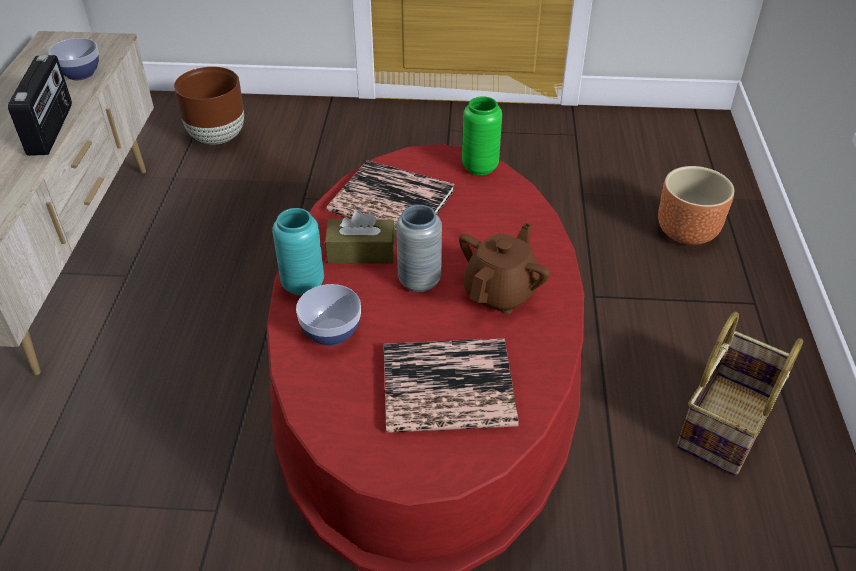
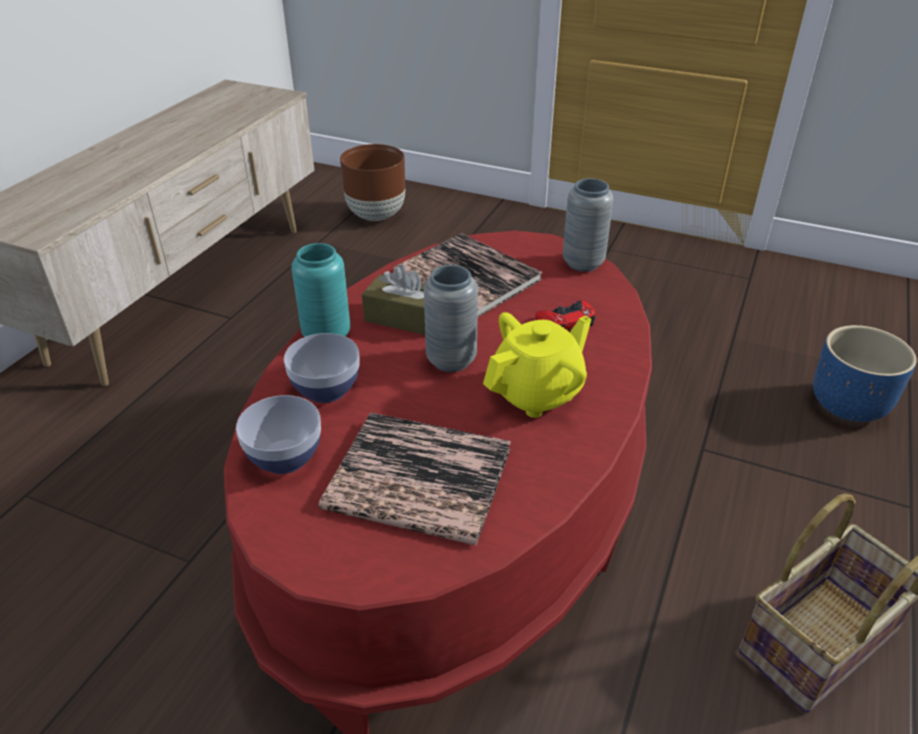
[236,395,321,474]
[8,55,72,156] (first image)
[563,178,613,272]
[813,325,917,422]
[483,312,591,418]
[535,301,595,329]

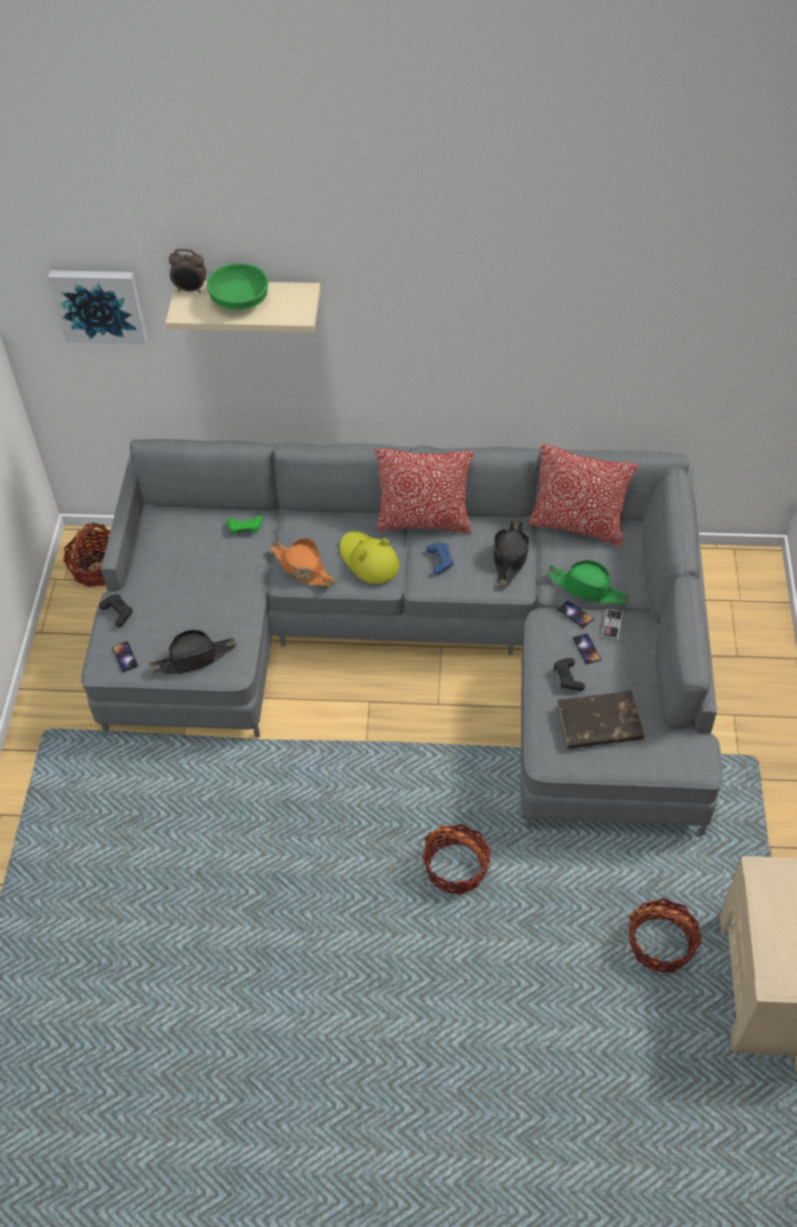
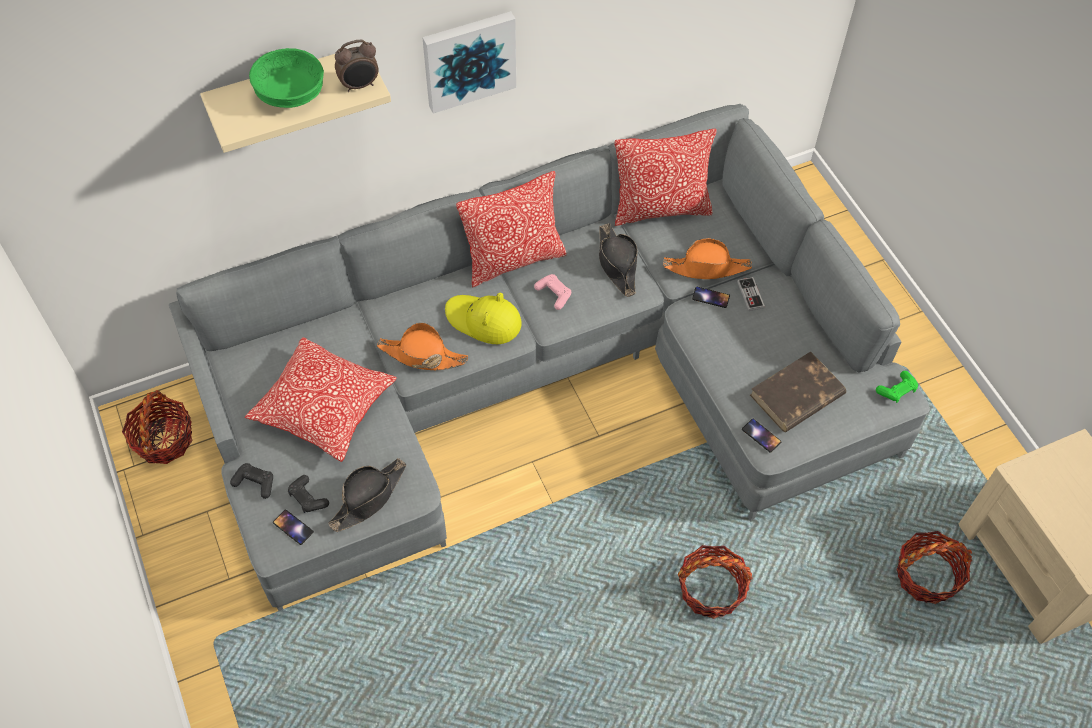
[335,40,379,92]
[422,11,516,114]
[876,371,918,403]
[534,274,571,310]
[663,238,752,279]
[742,419,781,453]
[288,475,329,513]
[245,337,397,462]

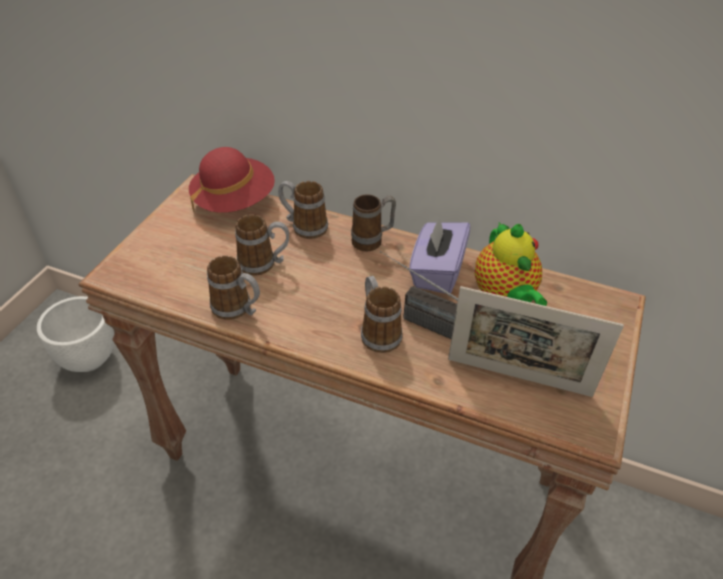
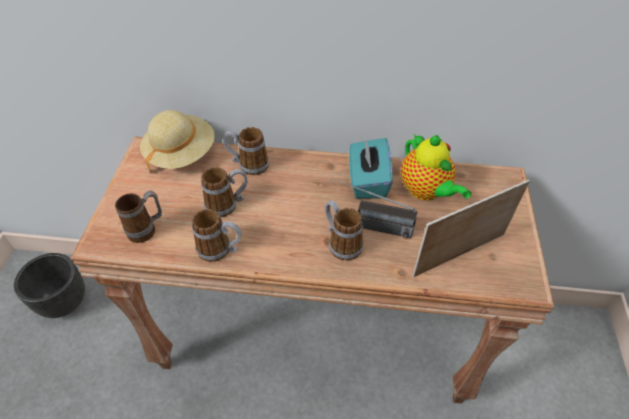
[140,110,215,172]
[115,191,162,243]
[349,138,393,199]
[412,179,530,277]
[14,253,85,318]

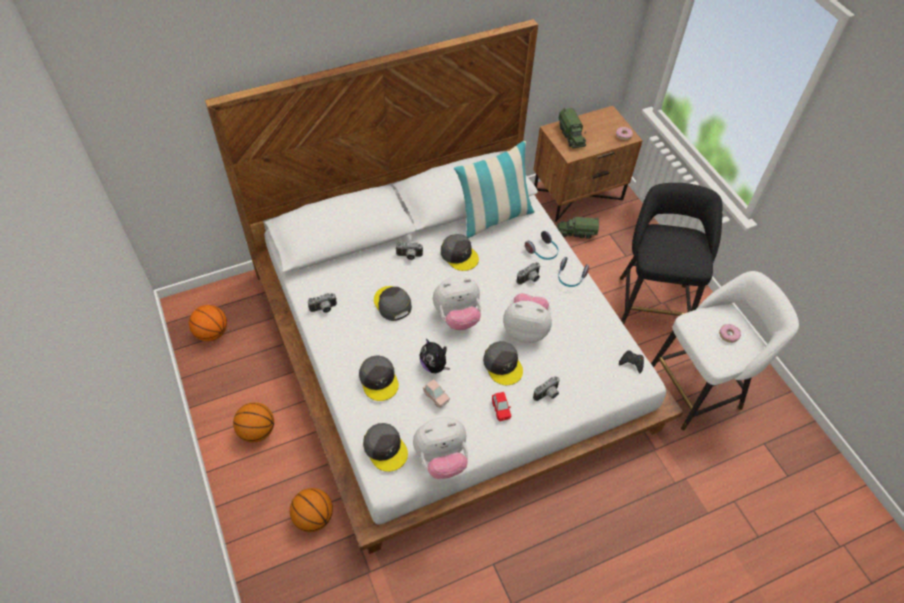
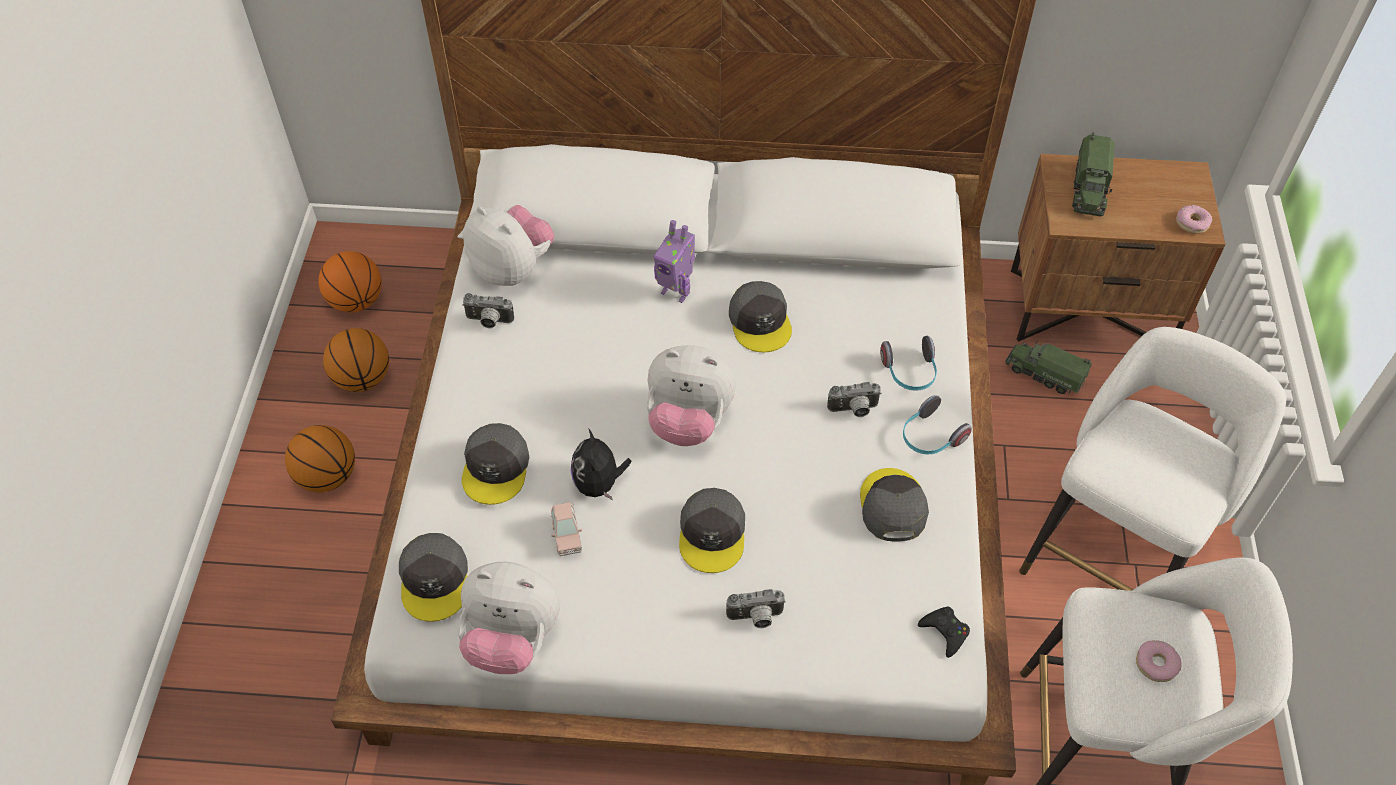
[454,141,535,238] (first image)
[1019,327,1286,591]
[654,220,695,303]
[860,468,929,542]
[463,205,555,286]
[492,392,511,421] (first image)
[323,328,389,392]

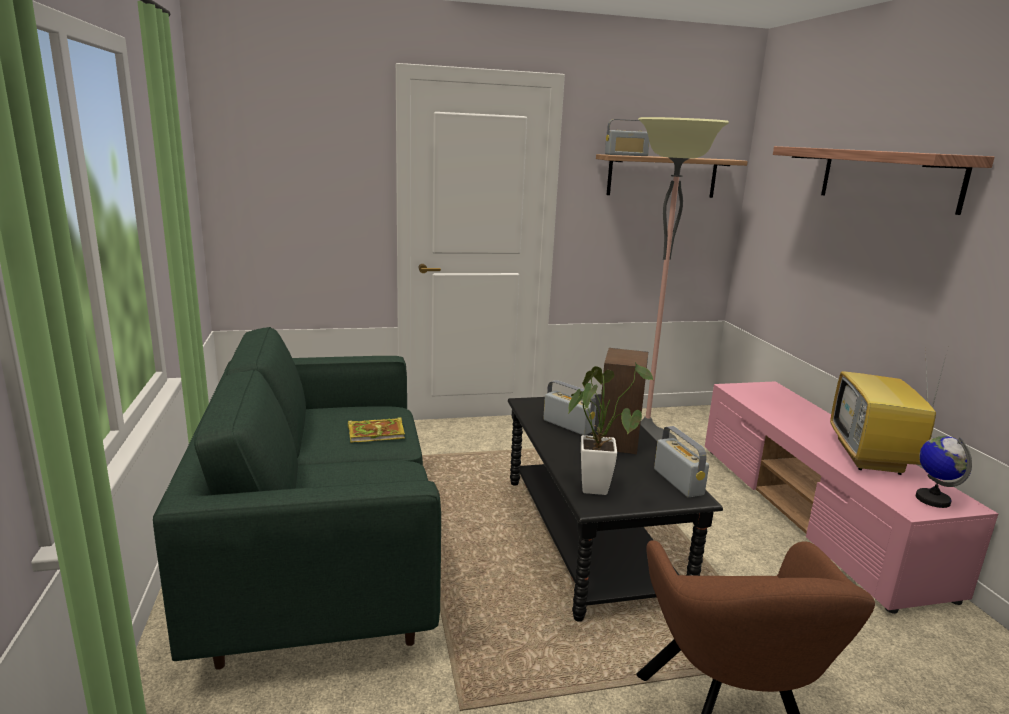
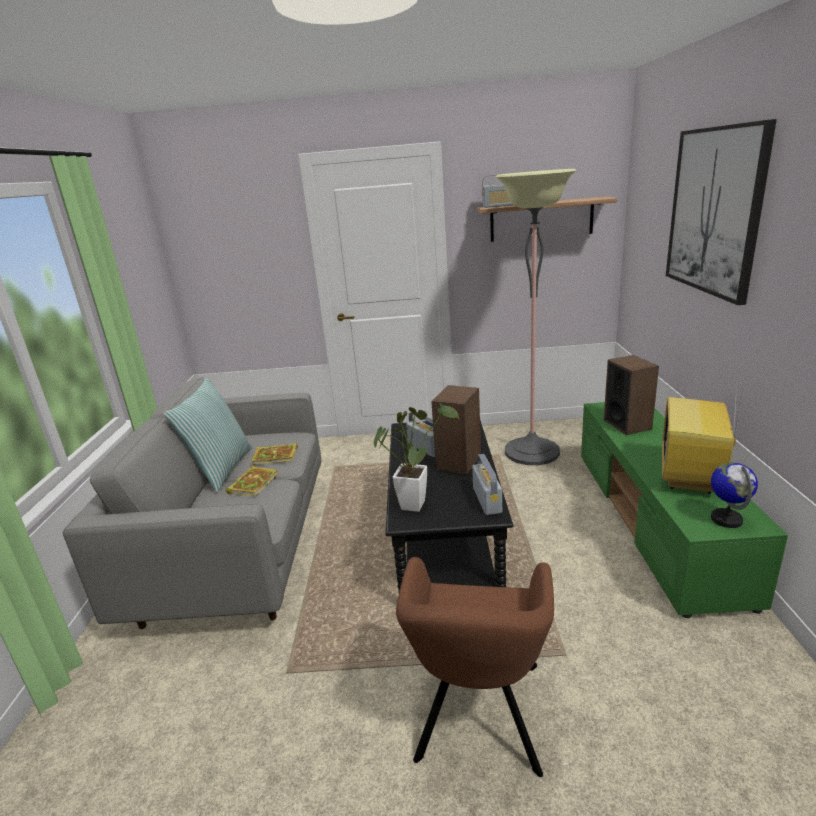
[666,119,777,305]
[62,377,321,629]
[581,402,788,618]
[604,355,659,435]
[163,377,252,493]
[226,465,278,496]

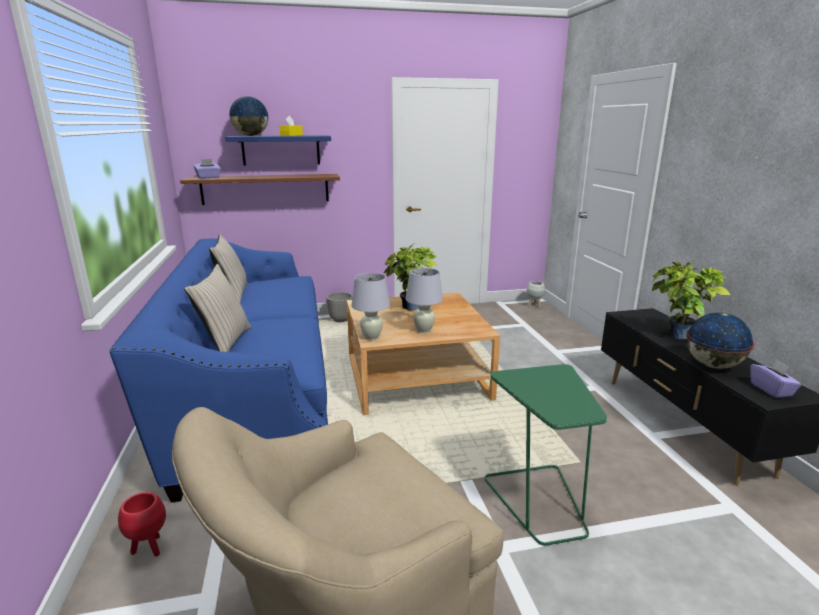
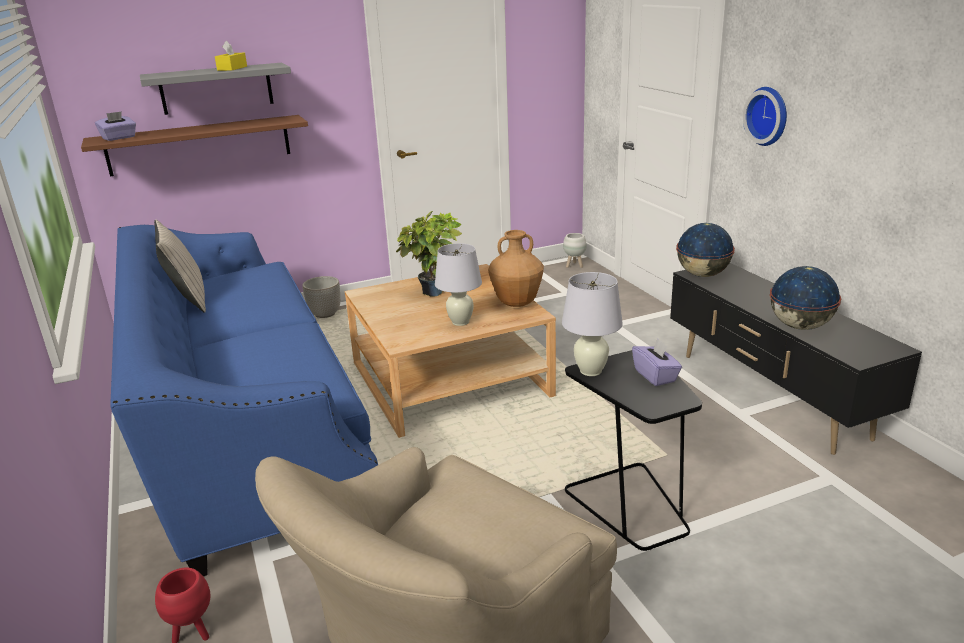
[676,223,735,277]
[140,63,291,115]
[652,261,731,339] (first image)
[184,264,251,352] (first image)
[562,272,623,376]
[632,338,682,386]
[565,350,702,551]
[743,87,787,146]
[488,230,544,307]

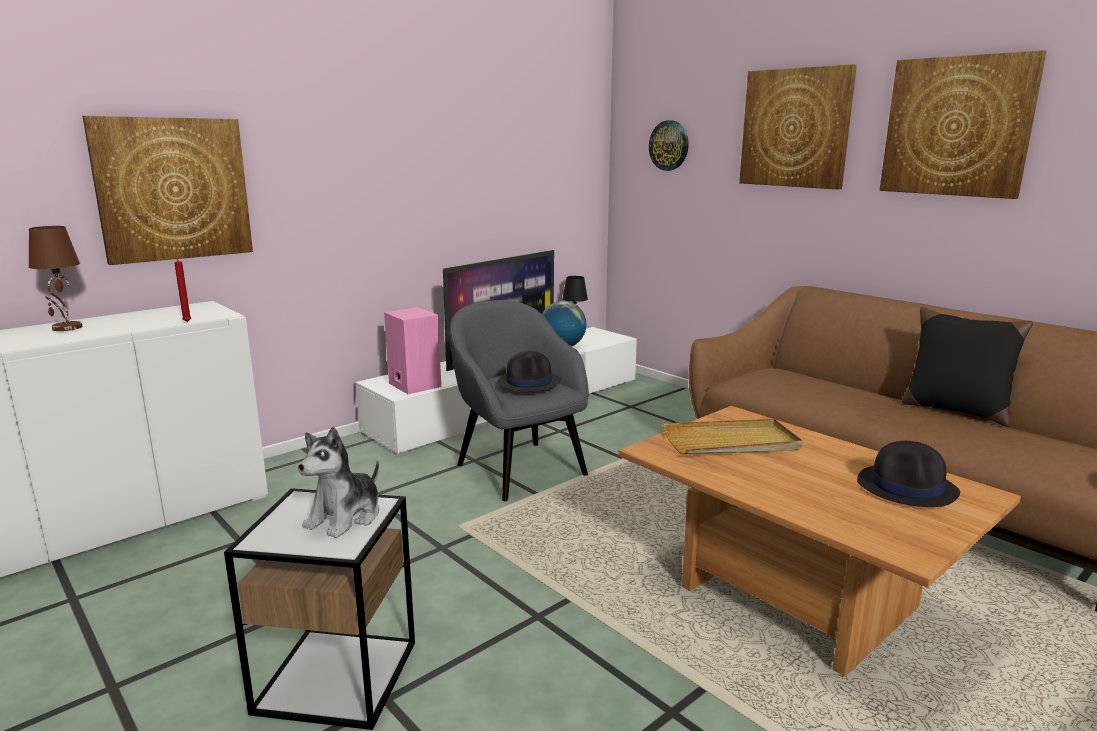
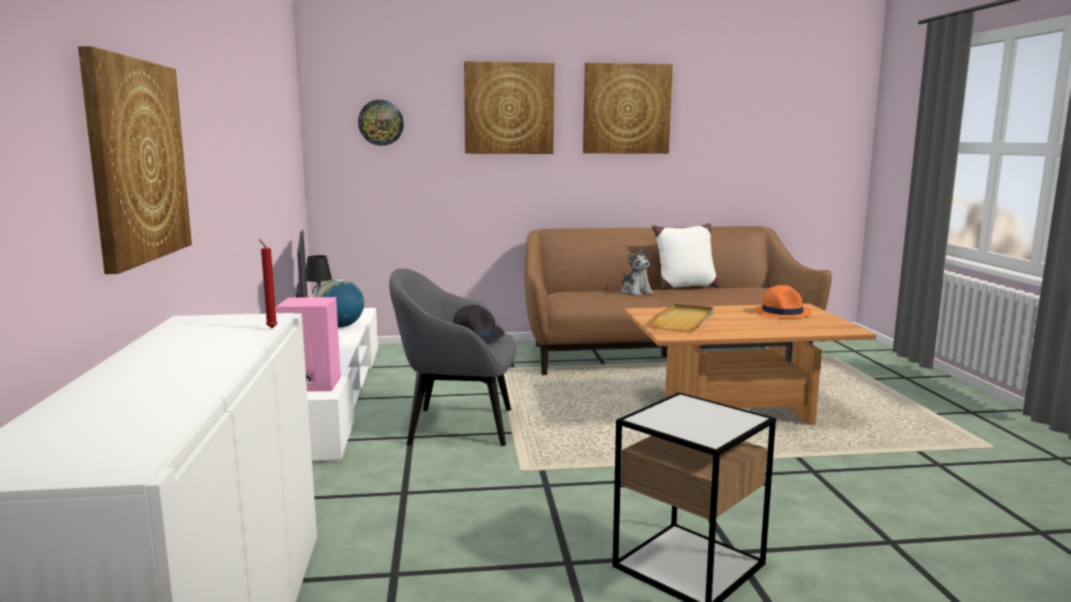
[29,226,83,331] (first image)
[652,223,719,290]
[621,247,654,296]
[754,285,812,318]

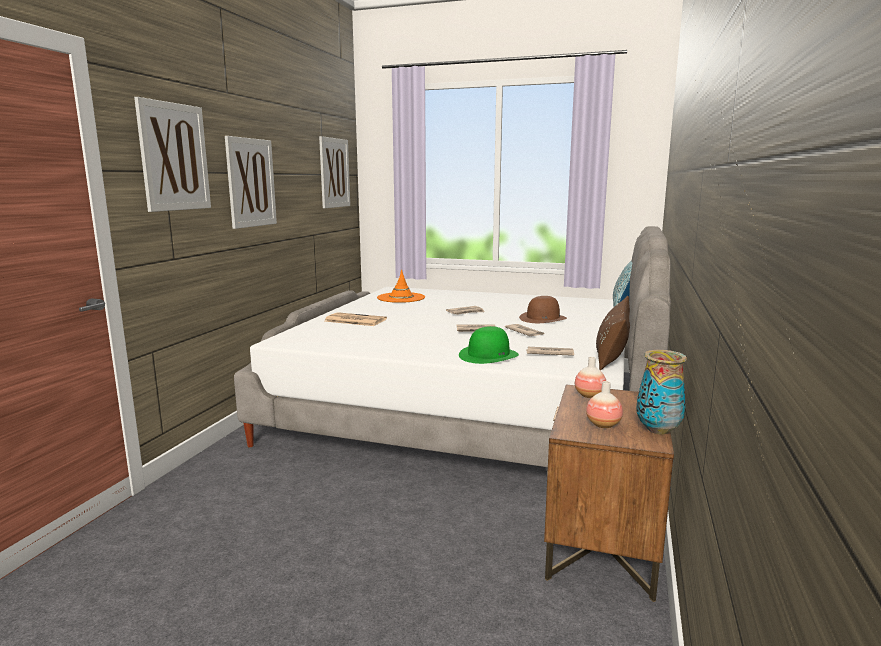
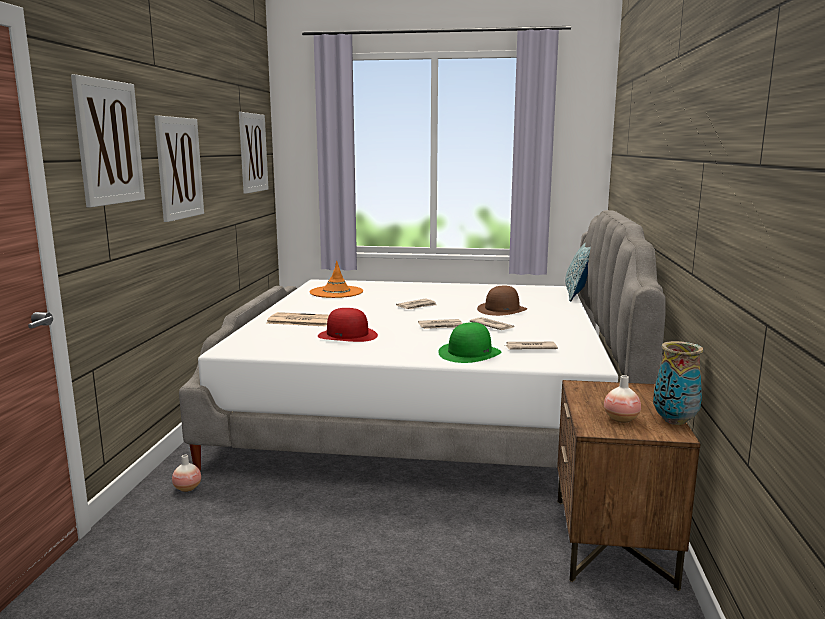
[596,296,630,370] (first image)
[172,455,201,492]
[318,308,378,342]

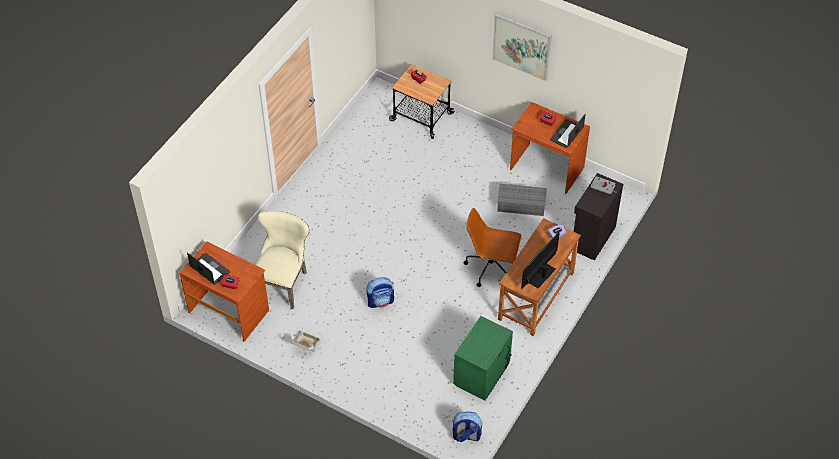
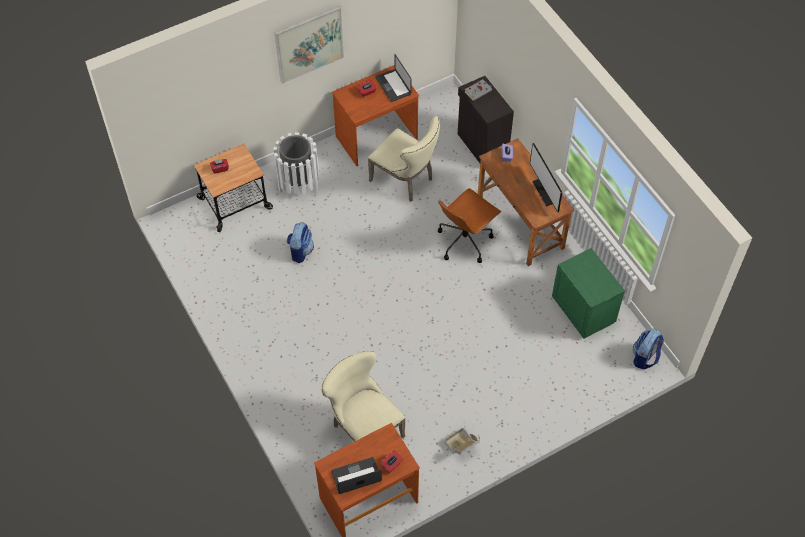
[368,116,440,202]
[287,222,314,263]
[274,132,319,195]

